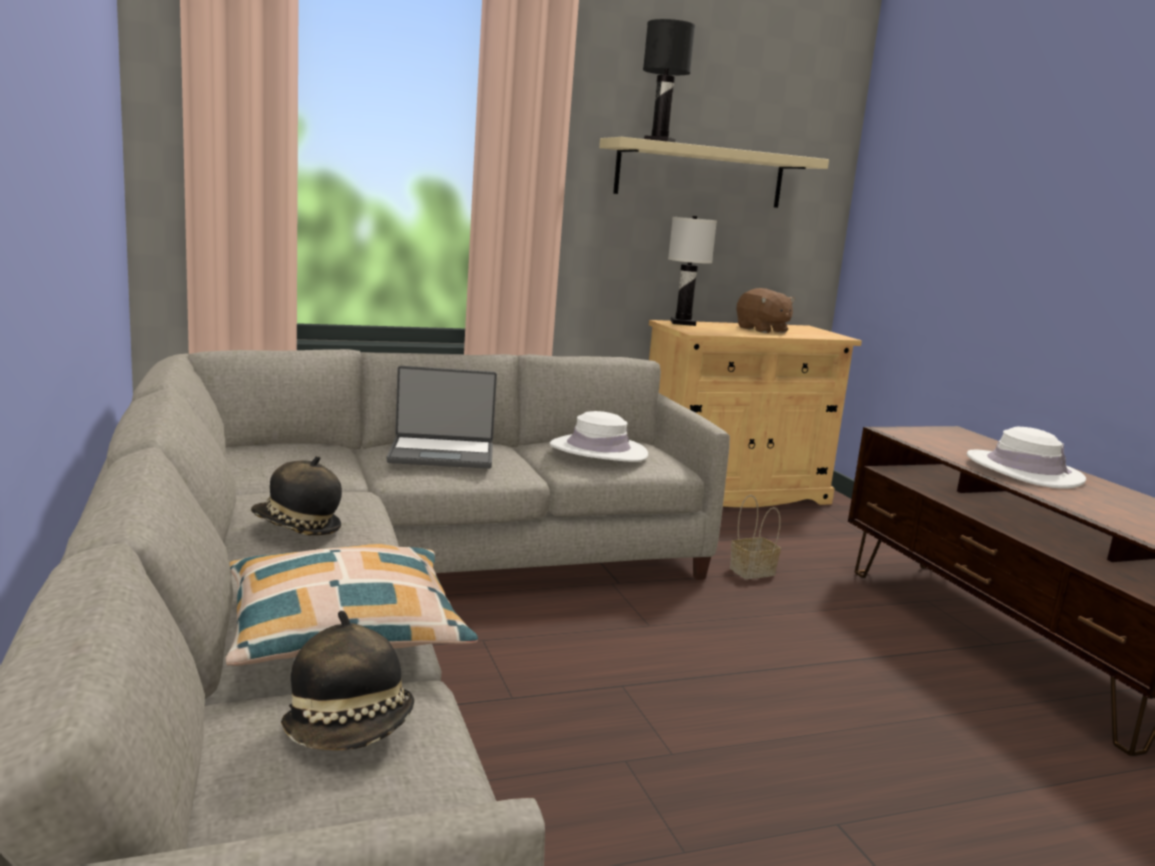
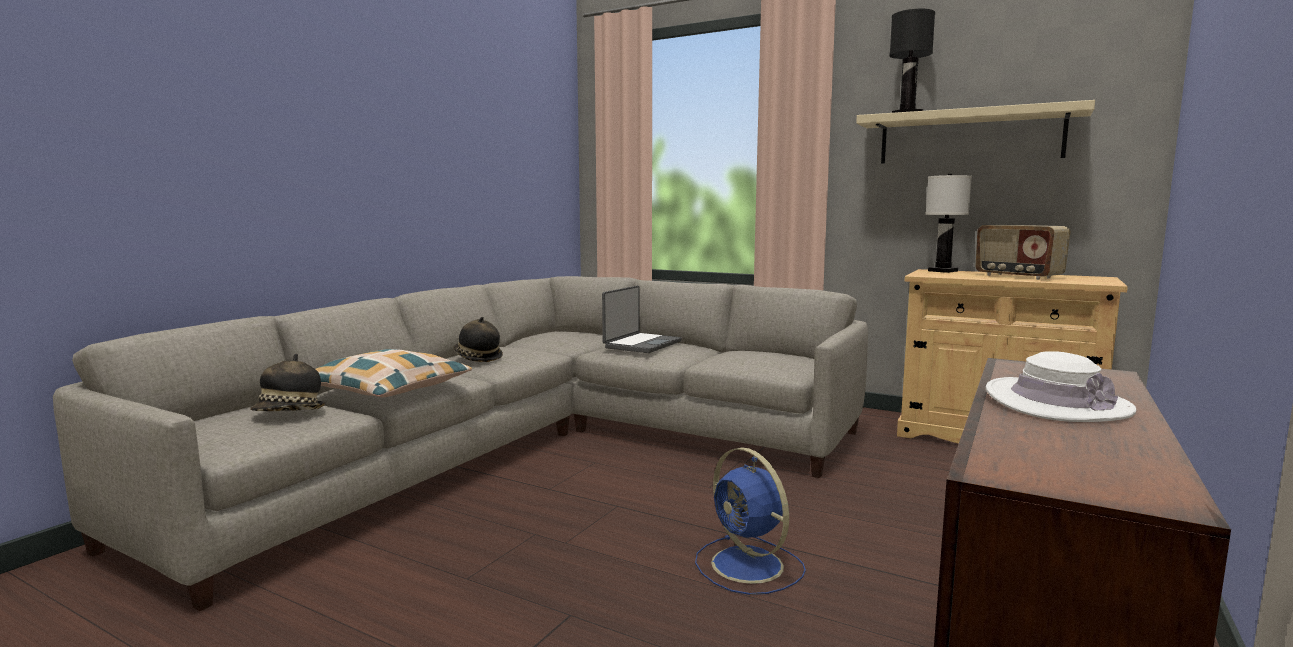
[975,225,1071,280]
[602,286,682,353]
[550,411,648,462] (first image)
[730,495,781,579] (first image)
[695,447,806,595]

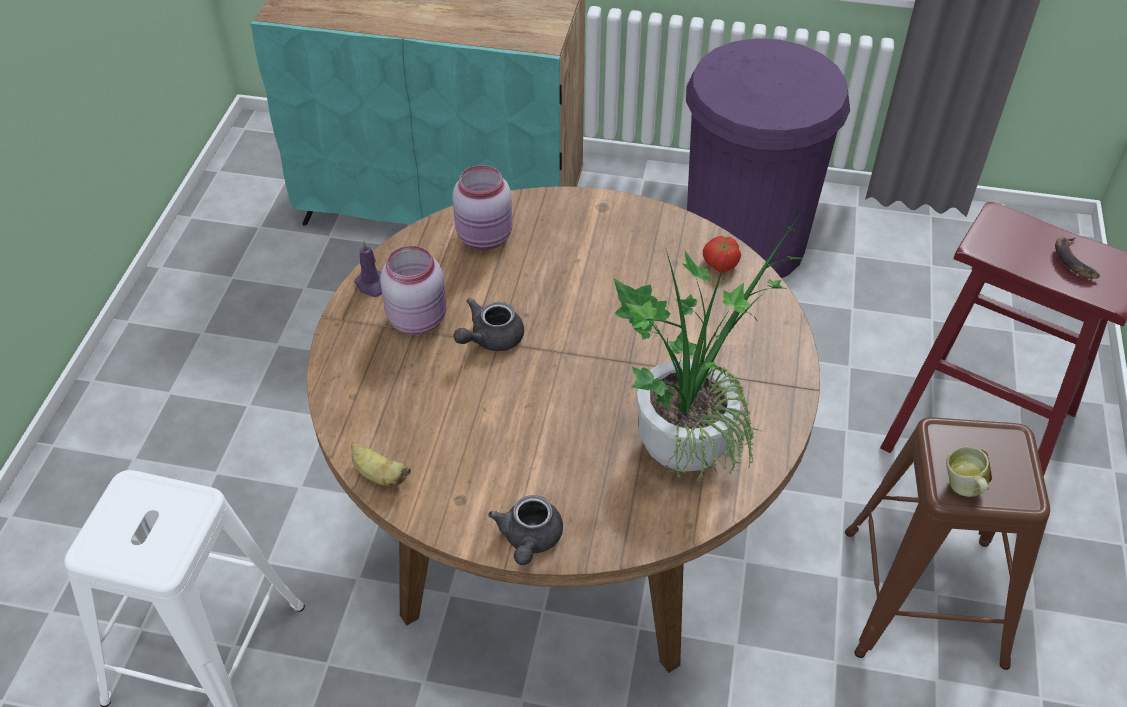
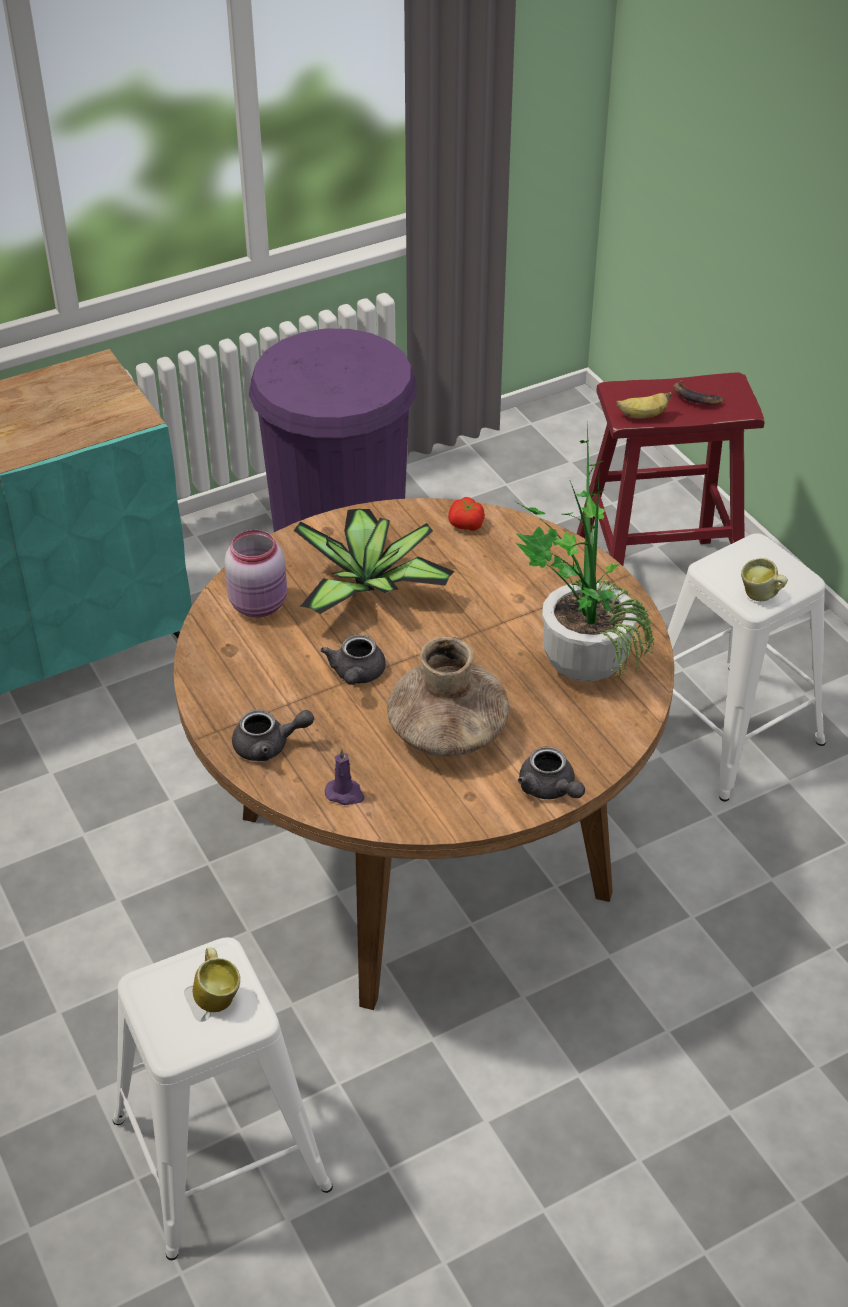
[325,748,364,805]
[380,246,446,335] (first image)
[667,533,826,802]
[616,392,672,419]
[294,509,455,614]
[387,636,509,757]
[232,710,314,761]
[193,948,240,1012]

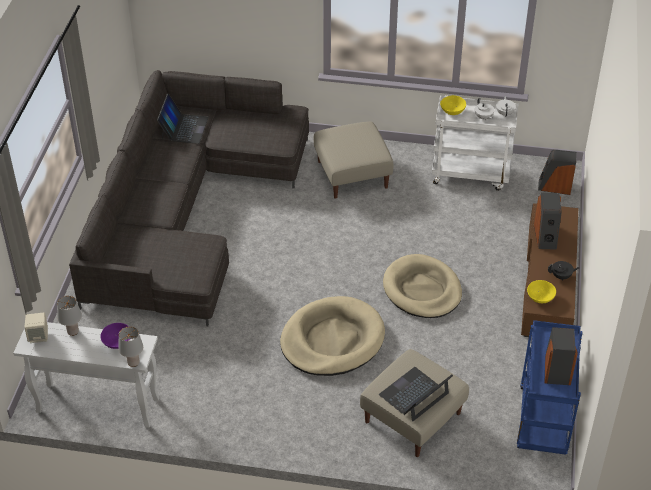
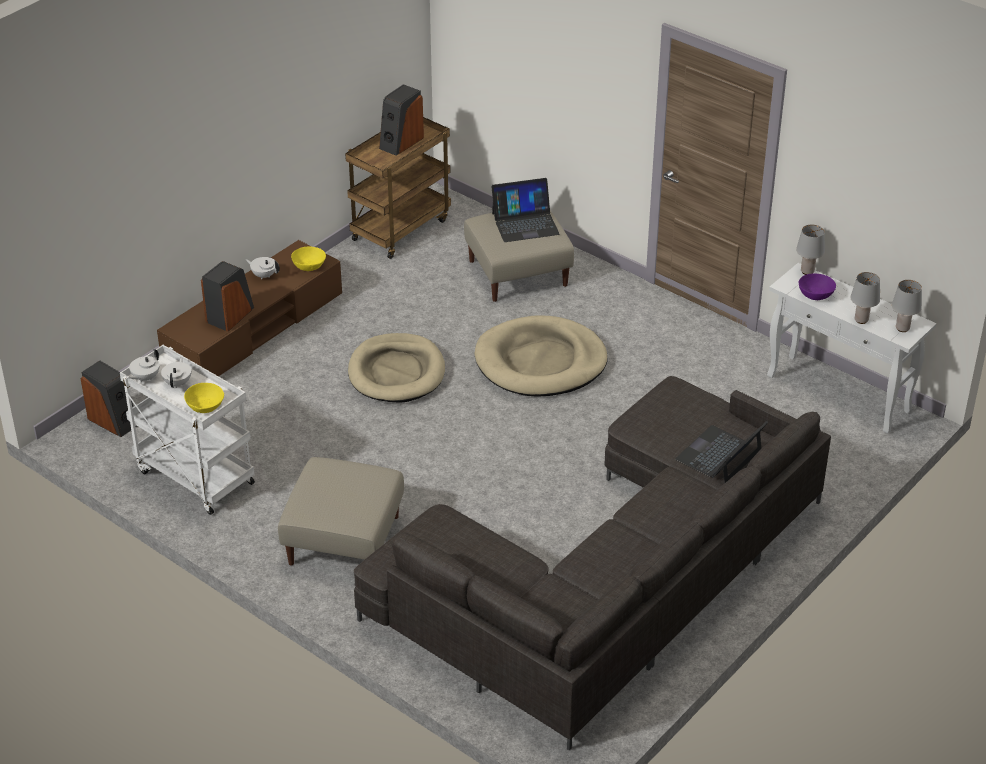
[675,421,768,483]
[245,257,280,279]
[892,280,922,332]
[345,117,451,259]

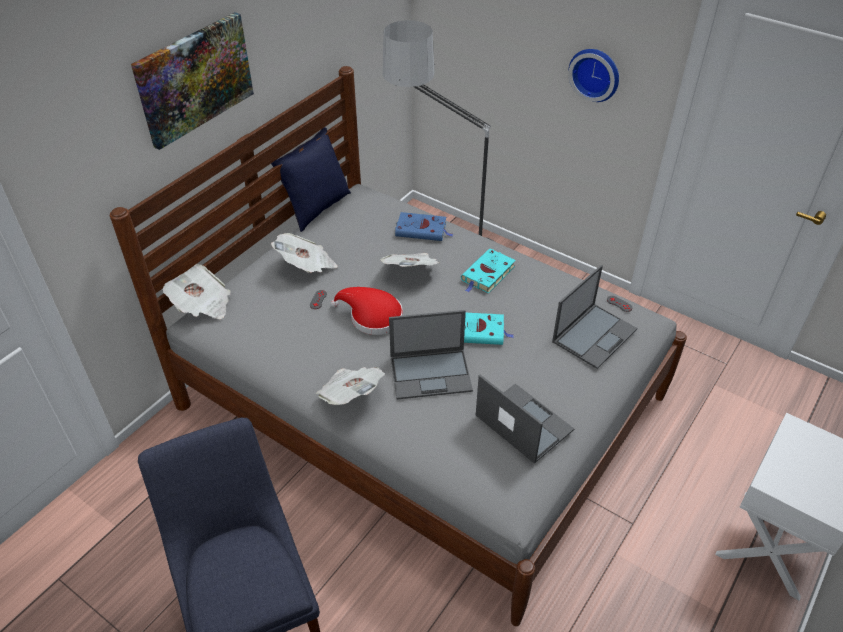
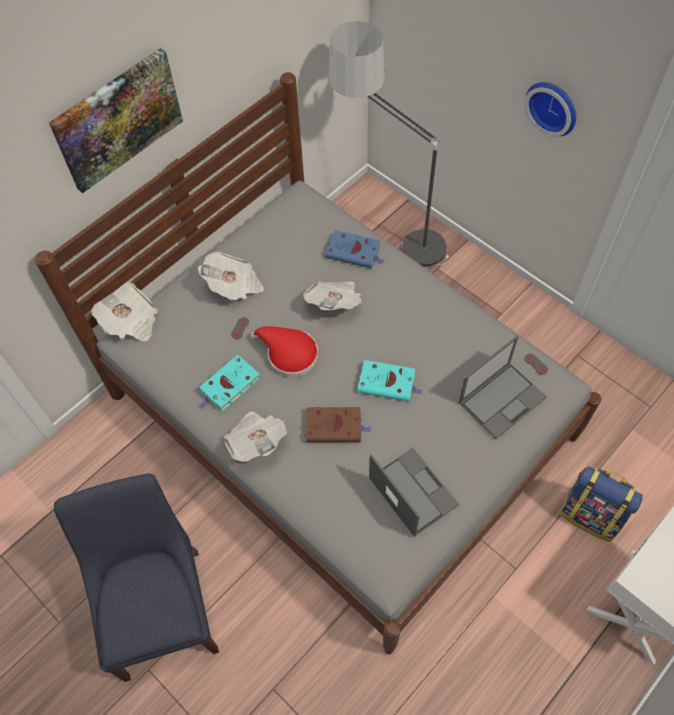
[271,127,351,232] (first image)
[199,355,260,412]
[305,407,372,442]
[560,466,643,542]

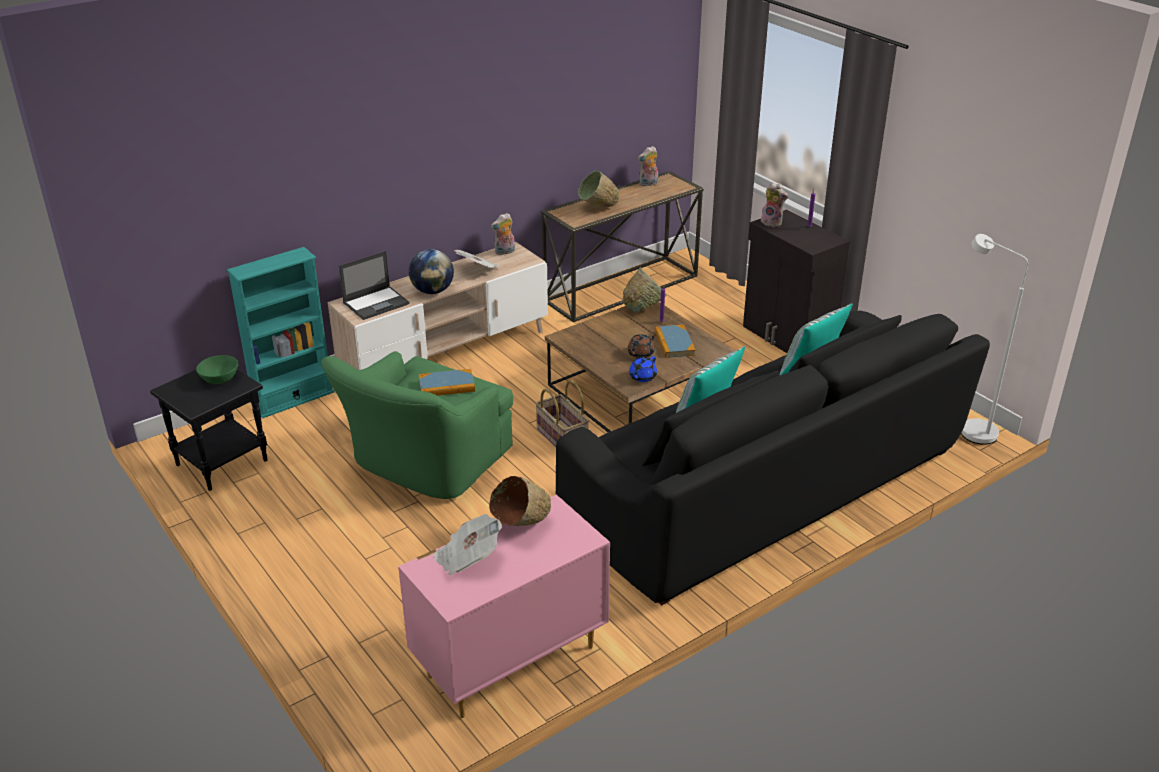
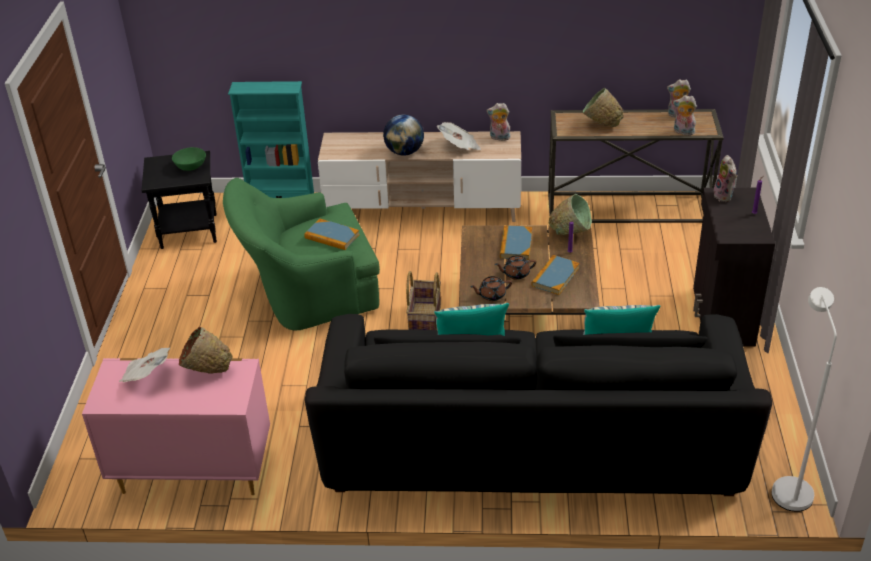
[339,251,410,320] (first image)
[470,276,512,301]
[673,95,697,135]
[500,225,532,260]

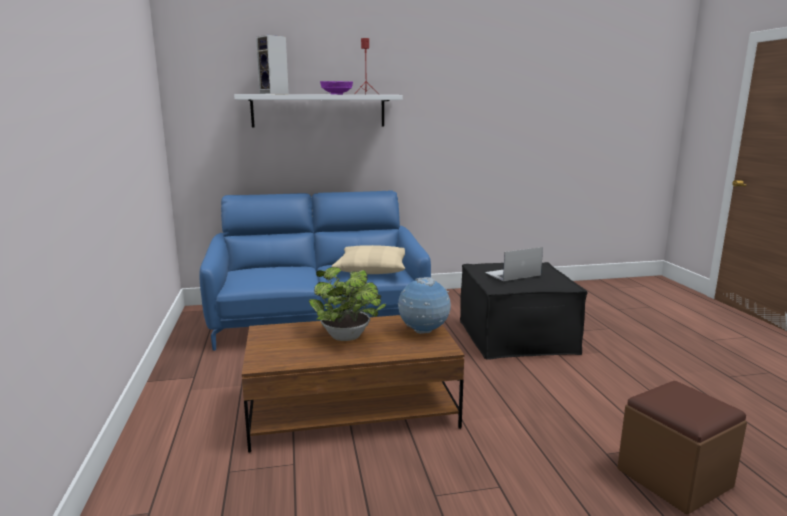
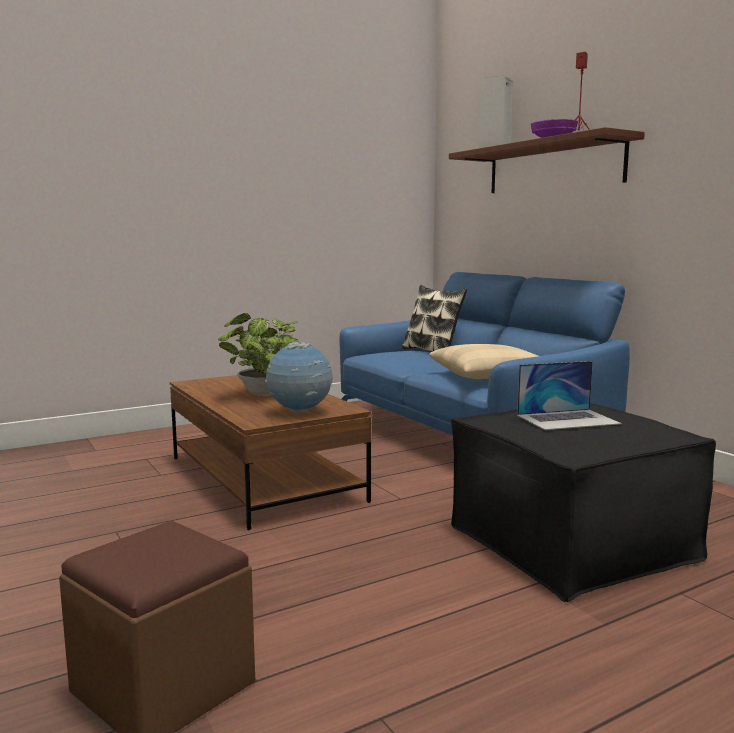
[449,127,645,193]
[517,361,622,430]
[402,285,467,352]

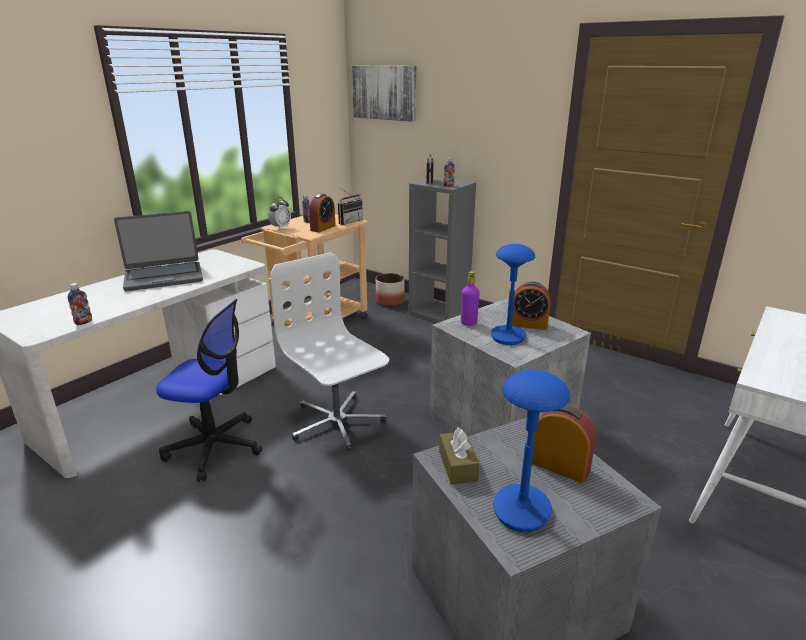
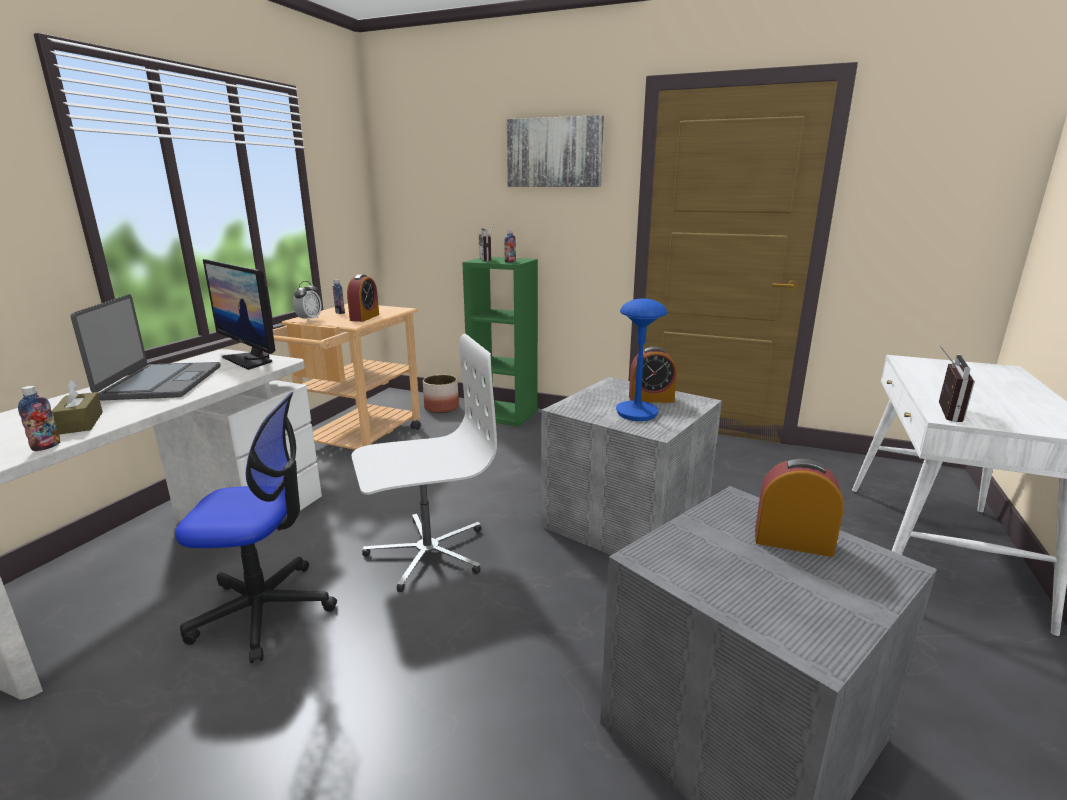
[507,115,604,187]
[462,257,538,427]
[939,345,975,422]
[70,294,221,401]
[351,334,497,592]
[461,271,480,326] (first image)
[493,370,570,532] (first image)
[52,380,103,434]
[203,259,275,370]

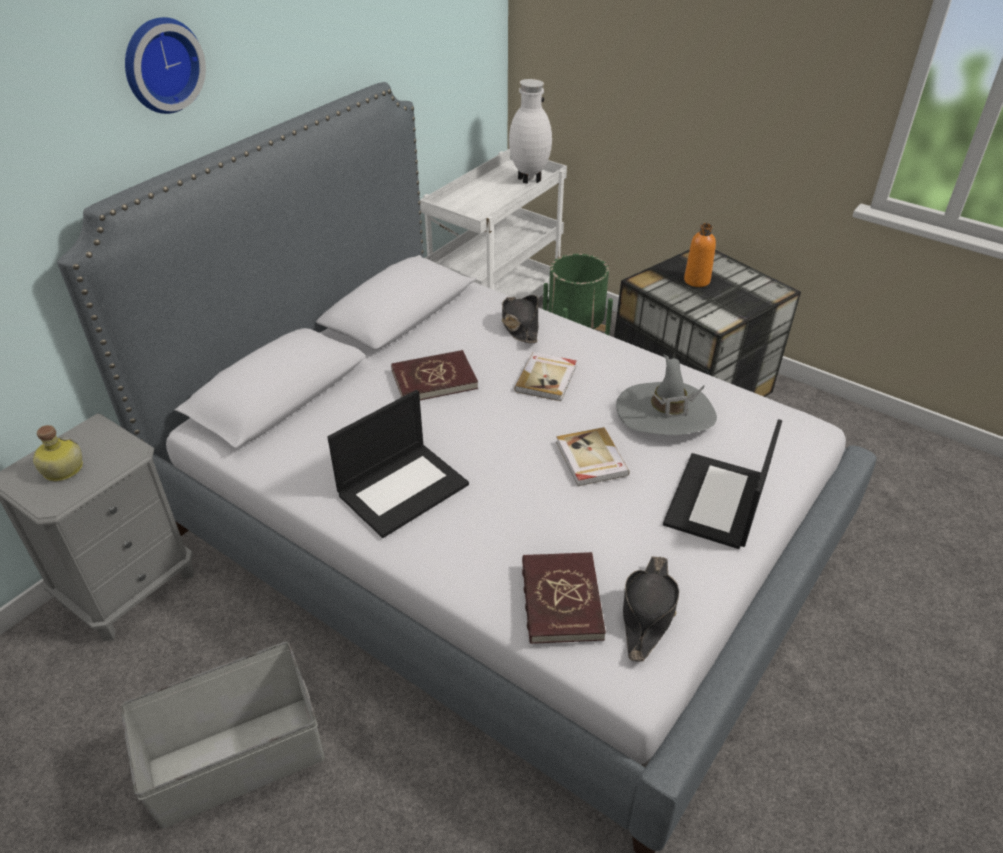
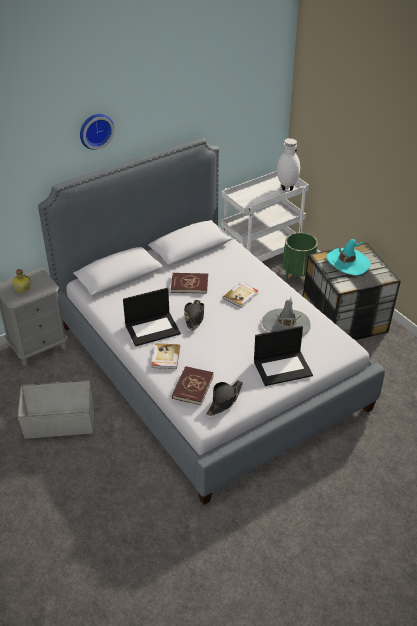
[327,239,370,275]
[184,300,204,331]
[254,326,313,386]
[152,343,180,369]

